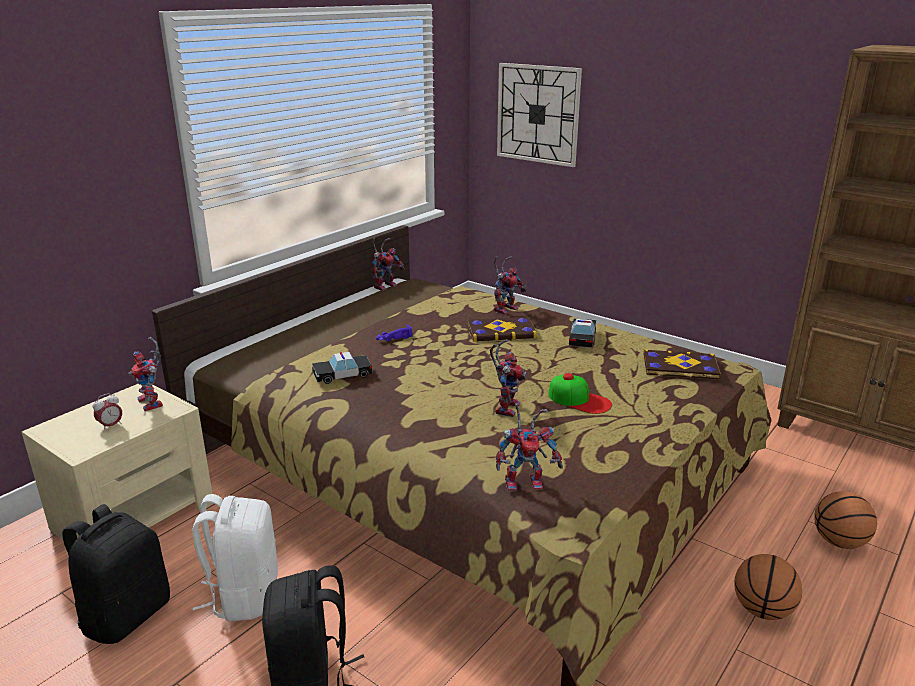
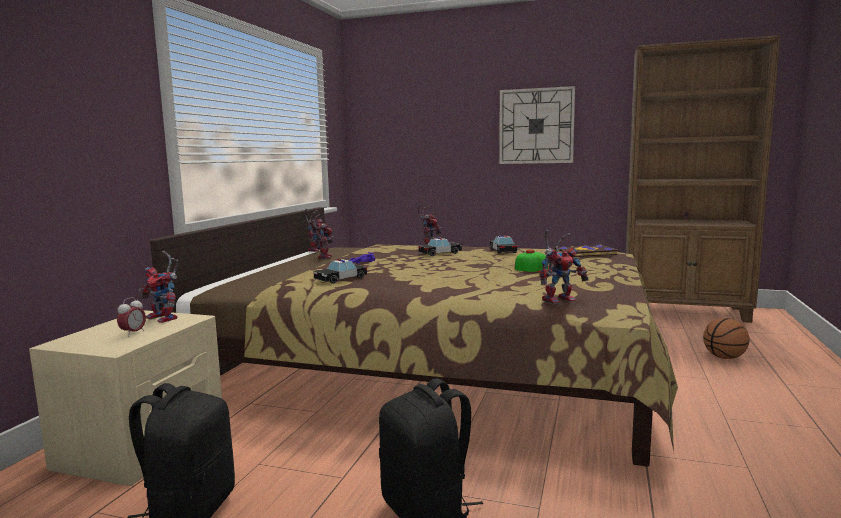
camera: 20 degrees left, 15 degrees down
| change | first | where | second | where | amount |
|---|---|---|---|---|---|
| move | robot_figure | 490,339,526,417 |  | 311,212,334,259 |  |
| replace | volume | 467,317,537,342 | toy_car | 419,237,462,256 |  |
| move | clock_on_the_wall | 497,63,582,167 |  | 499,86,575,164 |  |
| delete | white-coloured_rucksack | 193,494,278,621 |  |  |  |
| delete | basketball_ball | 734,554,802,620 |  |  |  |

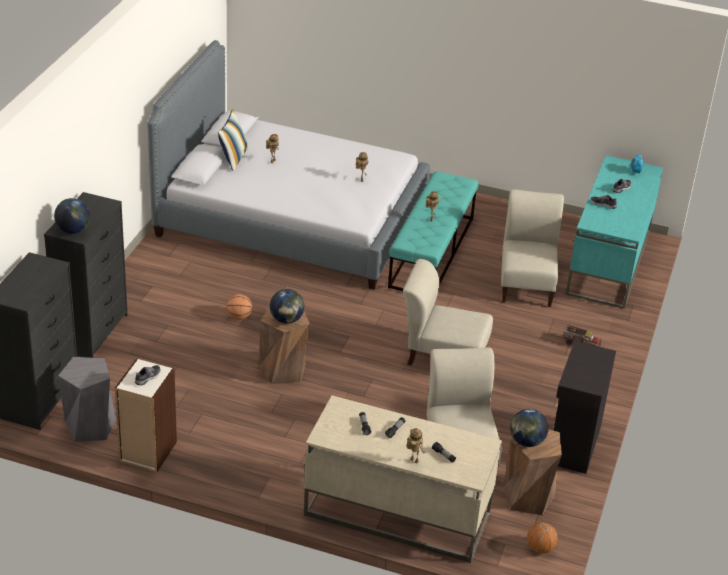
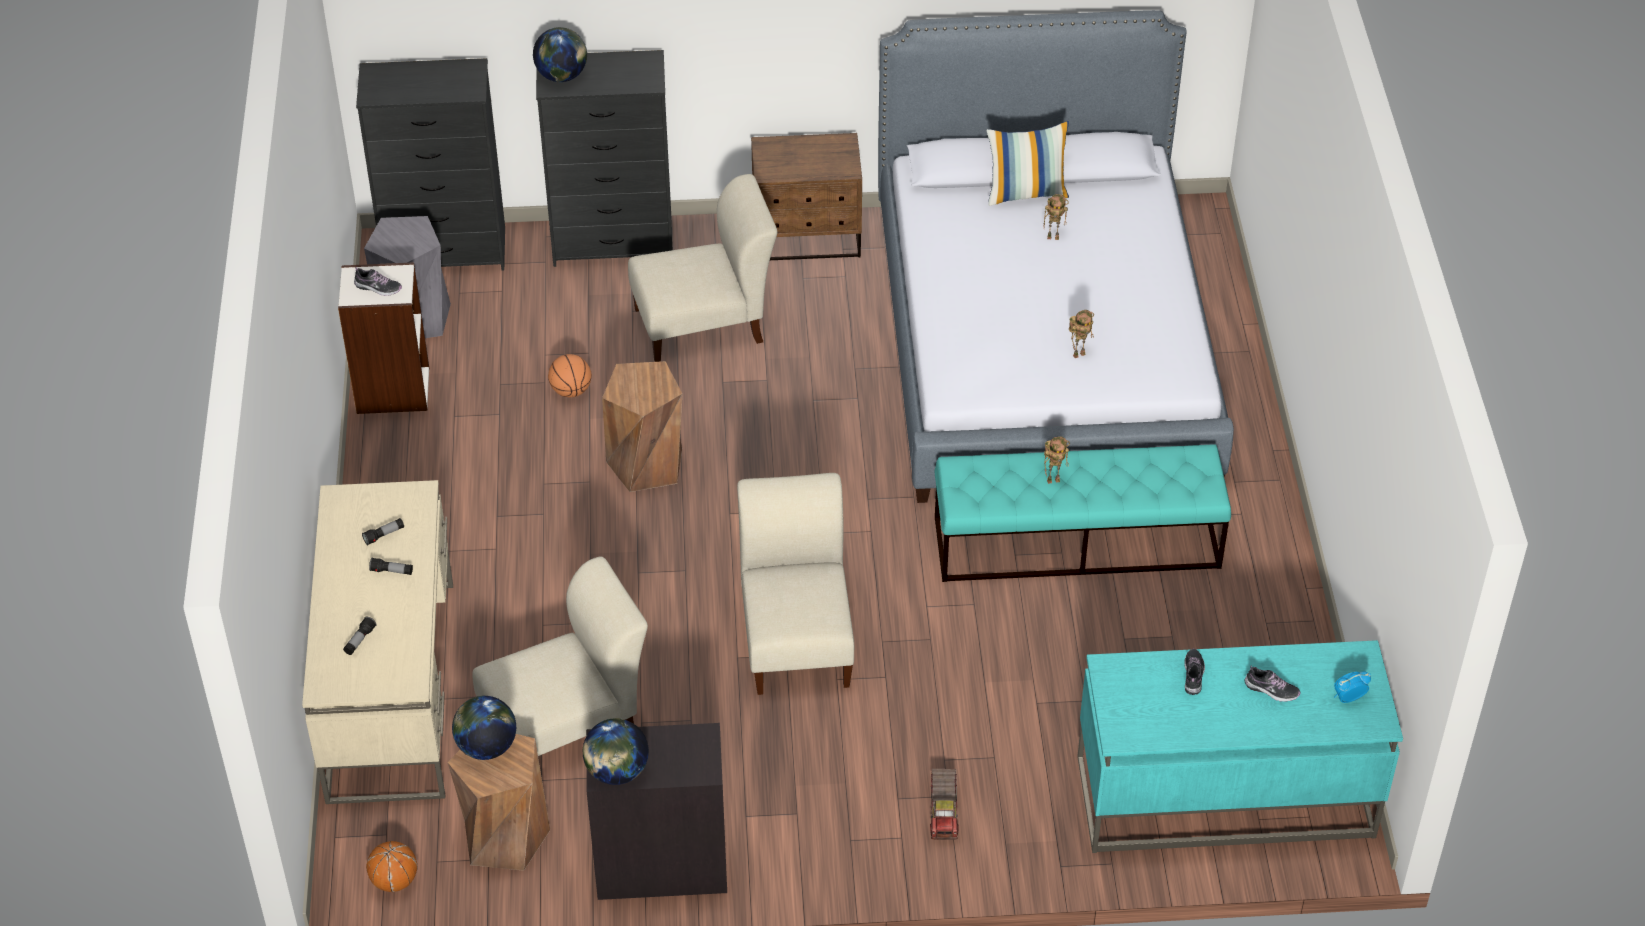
camera: 70 degrees right, 10 degrees up
| change | first | where | second | where | amount |
|---|---|---|---|---|---|
| move | basketball_ball | 226,294,252,320 |  | 548,354,592,397 |  |
| move | desk_globe | 270,289,304,324 |  | 583,718,649,785 |  |
| move | beige-coloured_chair | 501,189,564,307 |  | 628,174,778,362 |  |
| insert |  |  | brown_bedside_table | 751,133,862,260 |  |
| delete | robot_figure | 406,428,425,464 |  |  |  |

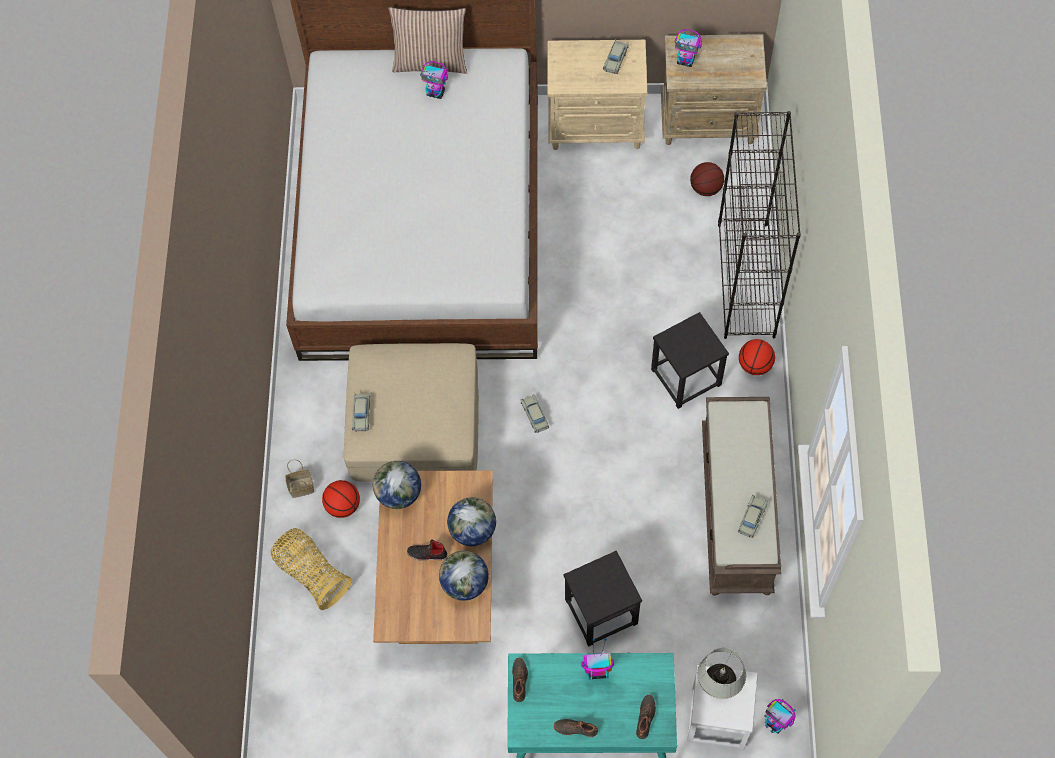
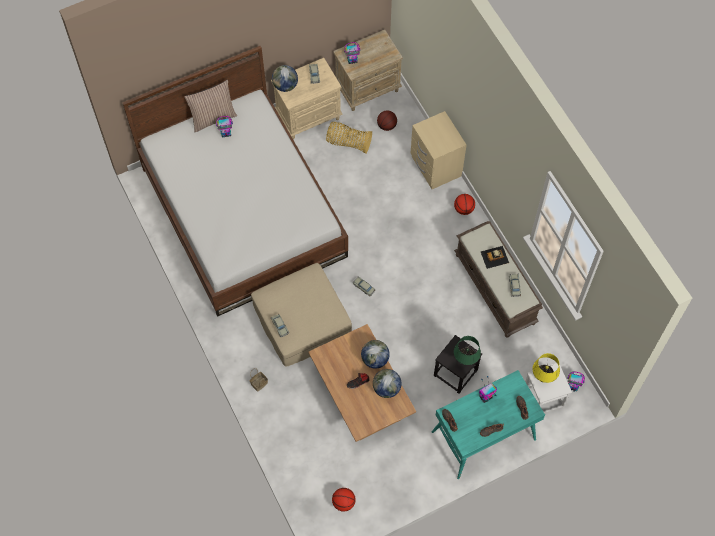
camera: 30 degrees left, 0 degrees up
| change | first | where | second | where | amount |
|---|---|---|---|---|---|
| move | desk_globe | 373,461,421,509 |  | 272,65,298,92 |  |
| move | household_basket | 271,528,352,610 |  | 326,122,372,154 |  |
| move | basketball_ball | 322,480,360,518 |  | 332,488,356,512 |  |
| replace | black-coloured_bookcase | 718,111,801,339 | beige-coloured_bedside_table | 411,111,466,189 |  |
| insert |  |  | greenish_table_lamp | 454,336,481,365 |  |
| insert |  |  | toy_car | 481,246,509,269 |  |
| recolor | white-coloured_table_lamp | 697,647,746,699 | yellow_table_lamp | 532,353,560,383 |  |
| delete | black-coloured_stool_seat | 651,312,729,409 |  |  |  |

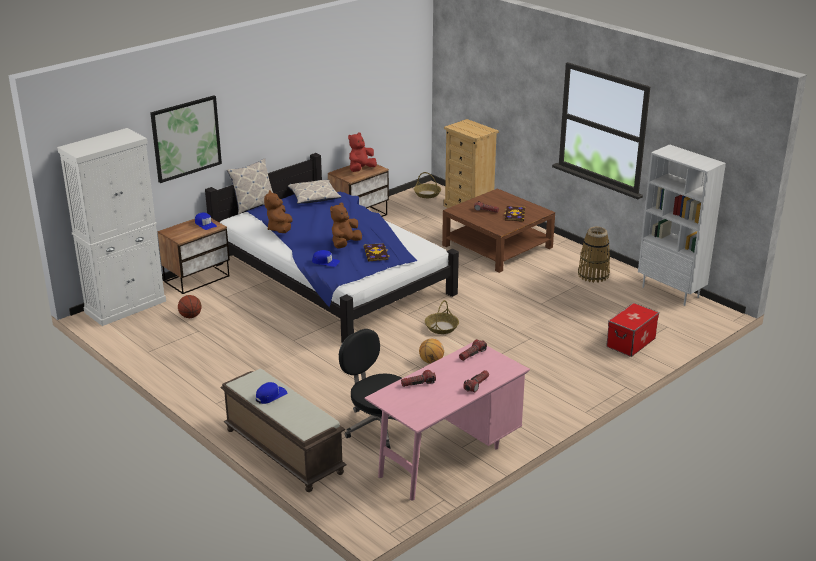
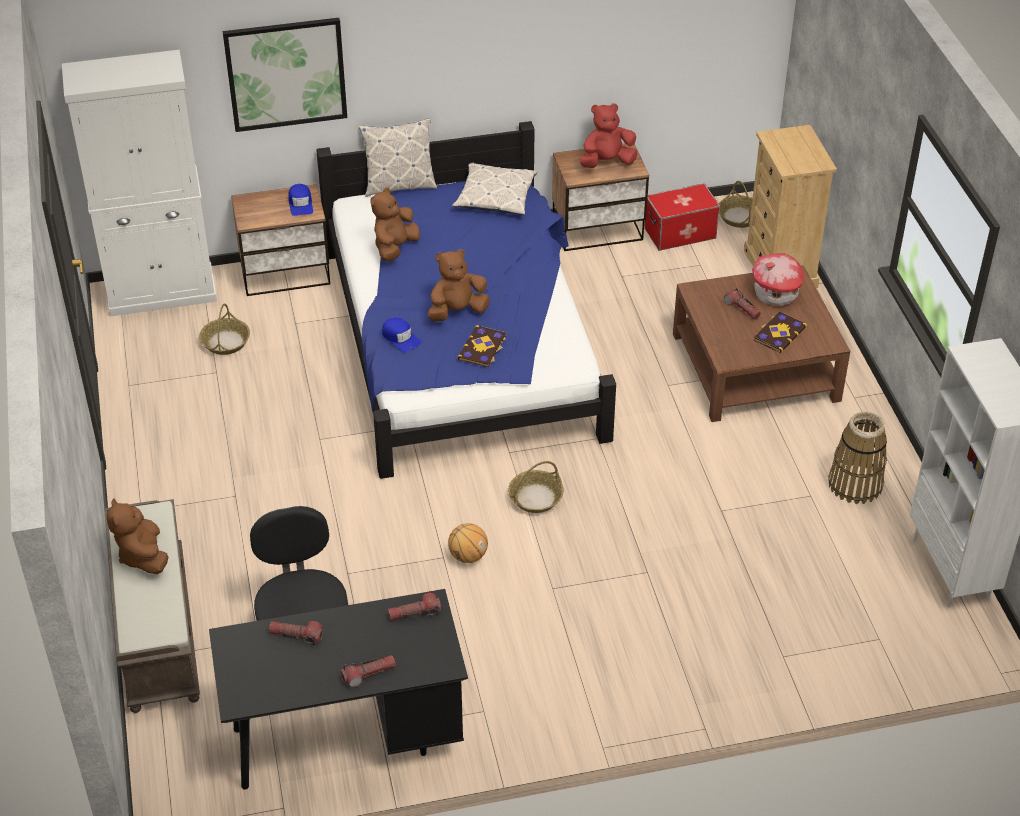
camera: 30 degrees right, 15 degrees up
| change | first | where | second | where | amount |
|---|---|---|---|---|---|
| replace | bluish_peaked_cap | 256,382,287,404 | brown_cuddly_toy | 107,498,168,574 |  |
| replace | basketball_ball | 178,295,202,318 | household_basket | 199,304,250,355 |  |
| recolor | pink_desk_table | 364,342,530,501 | black-coloured_desk_table | 209,589,468,790 |  |
| move | storage_container | 606,303,659,357 |  | 644,183,720,251 |  |
| insert |  |  | miniature_house | 752,253,804,306 |  |

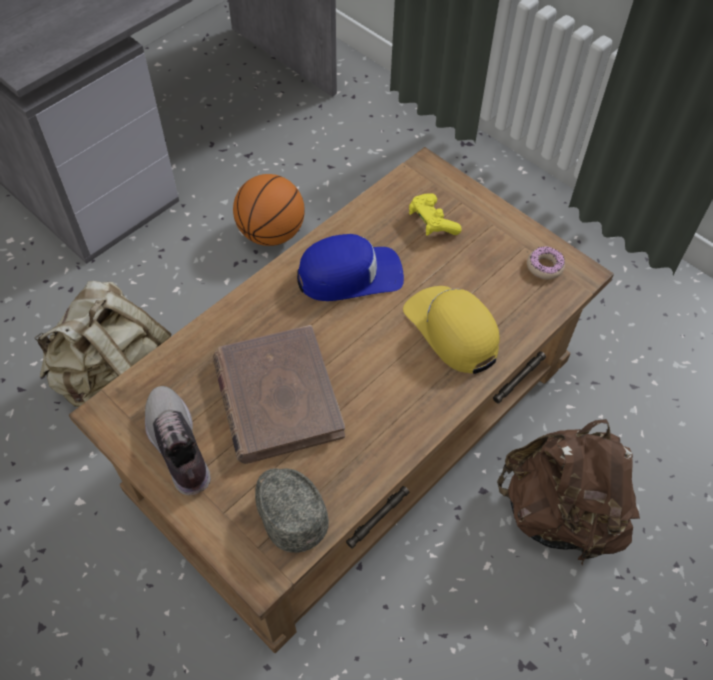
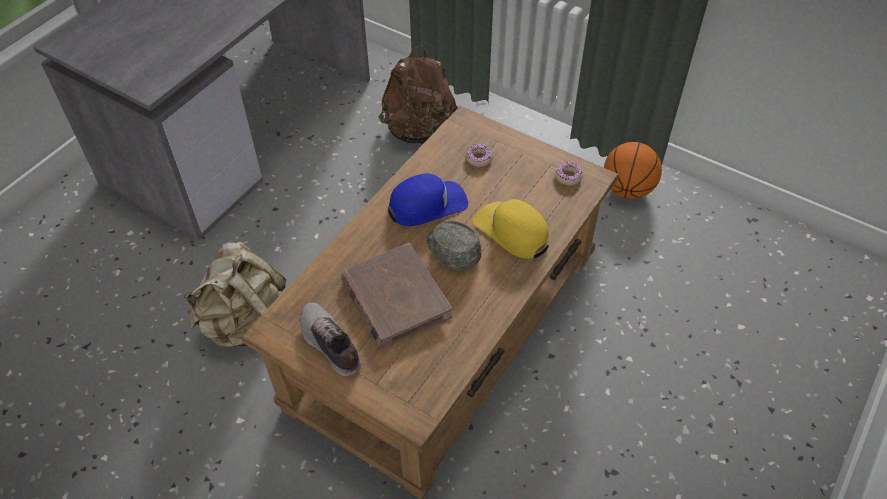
camera: 10 degrees left, 5 degrees down
| change | first | where | second | where | amount |
|---|---|---|---|---|---|
| move | brown_rucksack | 497,419,640,566 |  | 378,45,458,144 |  |
| move | greyish_peaked_cap | 255,468,329,553 |  | 426,221,481,270 |  |
| replace | yellow_gamepad | 409,193,462,236 | ring_doughnut | 466,144,493,167 |  |
| move | basketball_ball | 233,174,305,246 |  | 604,142,662,199 |  |

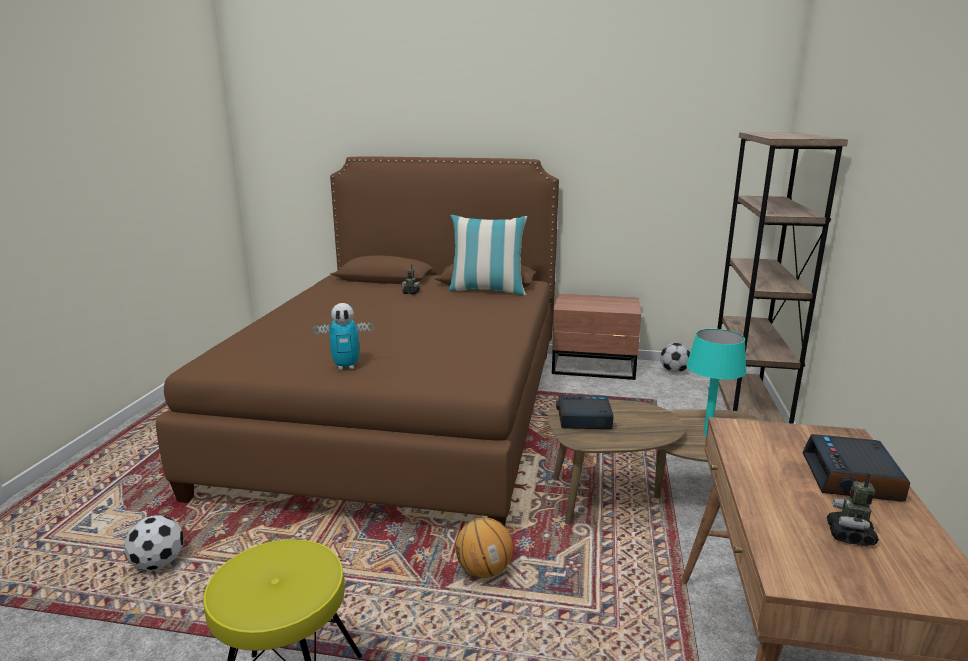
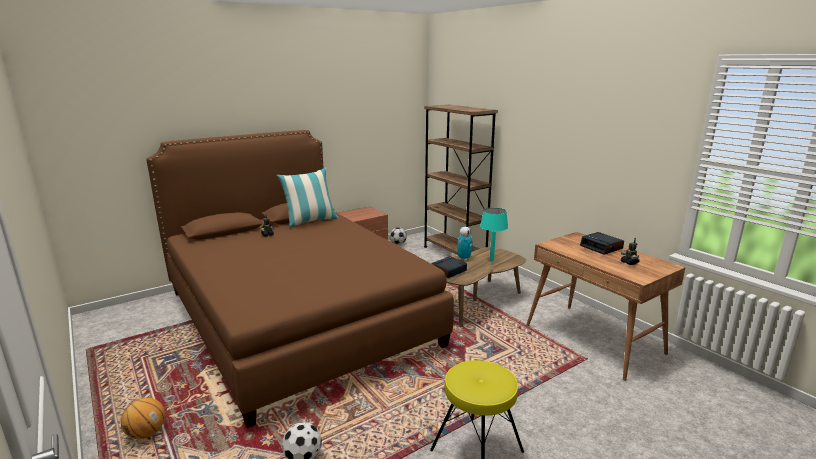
camera: 45 degrees left, 0 degrees up
| change | first | where | second | where | amount |
|---|---|---|---|---|---|
| move | basketball_ball | 455,518,513,578 |  | 121,397,165,439 |  |
| move | robot_figure | 314,303,374,370 |  | 457,227,473,261 |  |

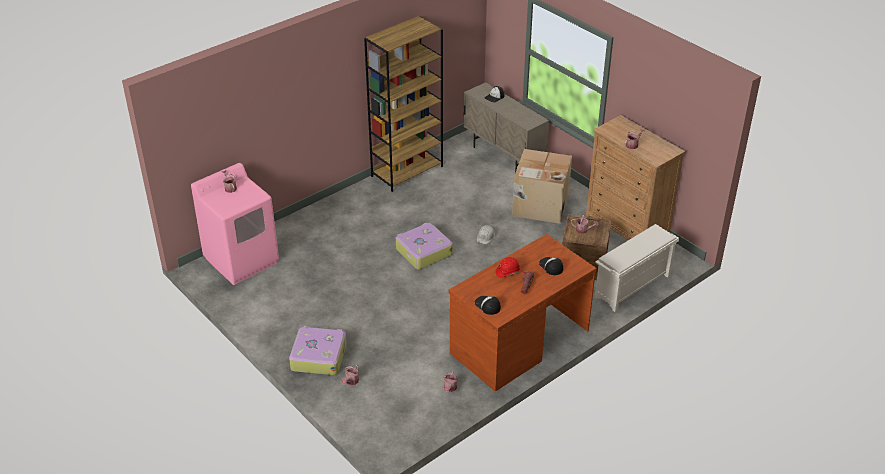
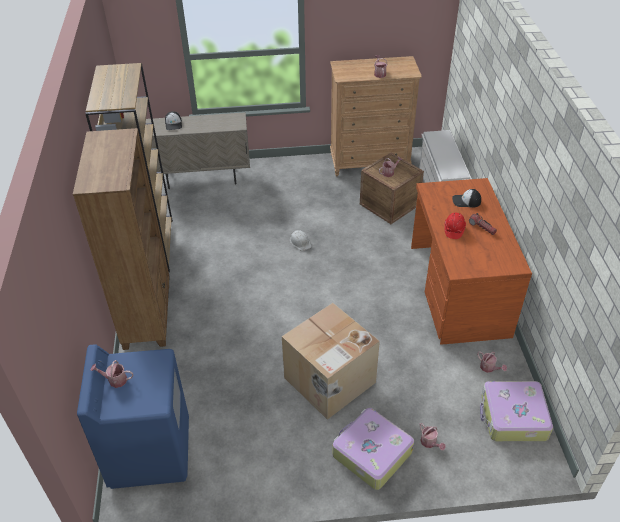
camera: 55 degrees left, 5 degrees up
| change | first | where | second | where | amount |
|---|---|---|---|---|---|
| insert |  |  | brown_bookcase | 73,128,170,350 |  |
| recolor | pink_washing_machine | 191,163,279,285 | bluish_washing_machine | 77,344,189,489 |  |
| move | cardboard_box | 512,149,572,224 |  | 282,303,380,420 |  |
| move | piece_of_luggage | 396,223,453,270 |  | 480,381,553,441 |  |
| delete | peaked_cap | 475,296,501,315 |  |  |  |

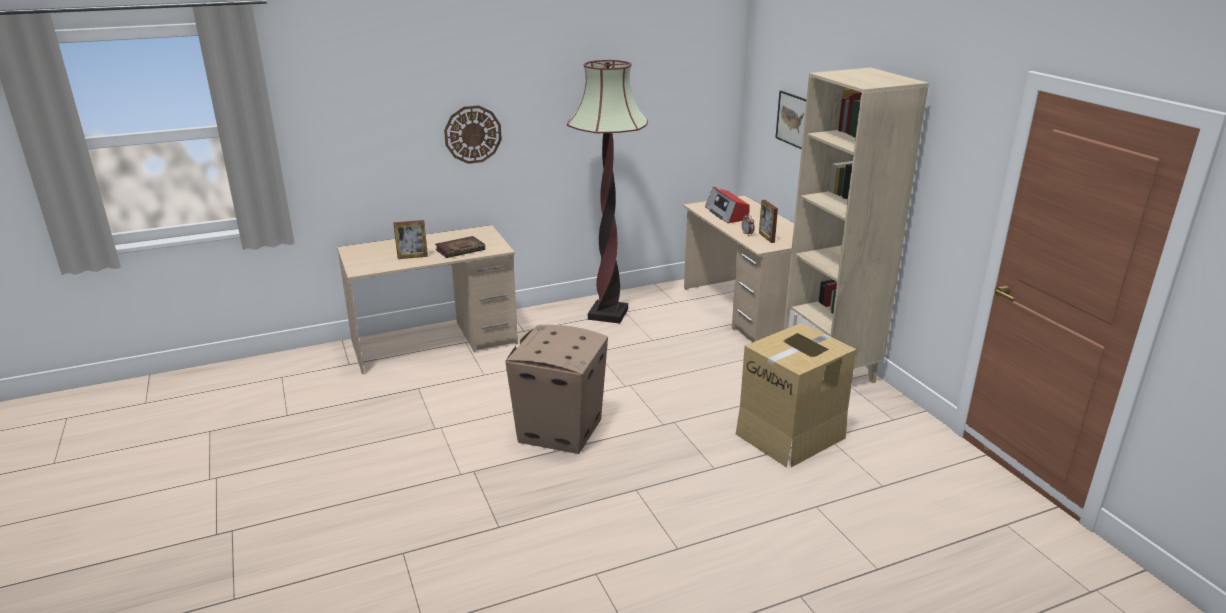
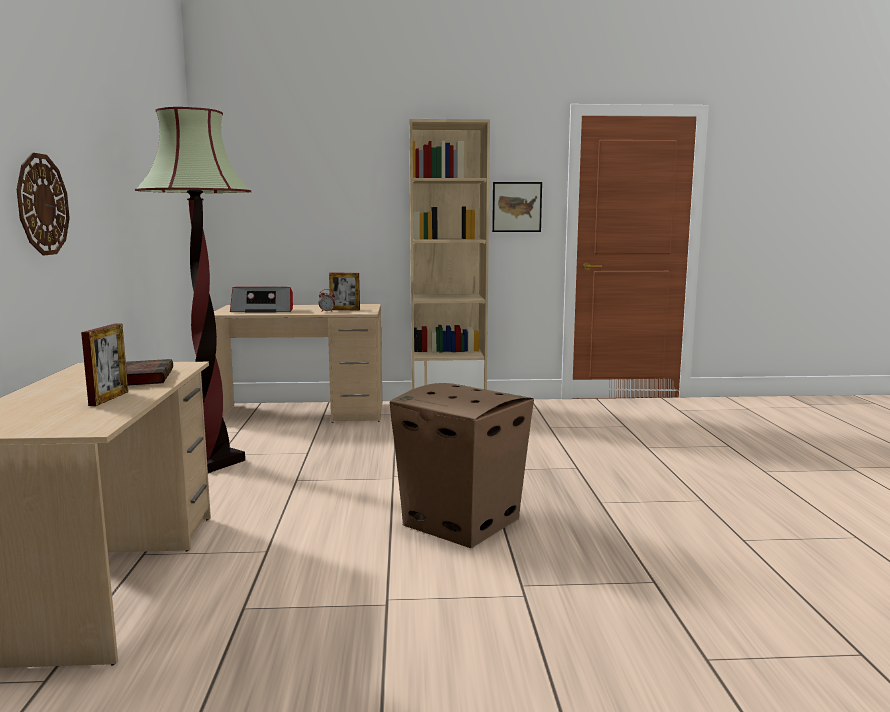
camera: 70 degrees left, 15 degrees down
| change | first | where | second | where | amount |
|---|---|---|---|---|---|
| move | wall_art | 775,91,806,149 |  | 492,182,542,232 |  |
| delete | cardboard_box | 736,323,857,468 |  |  |  |

